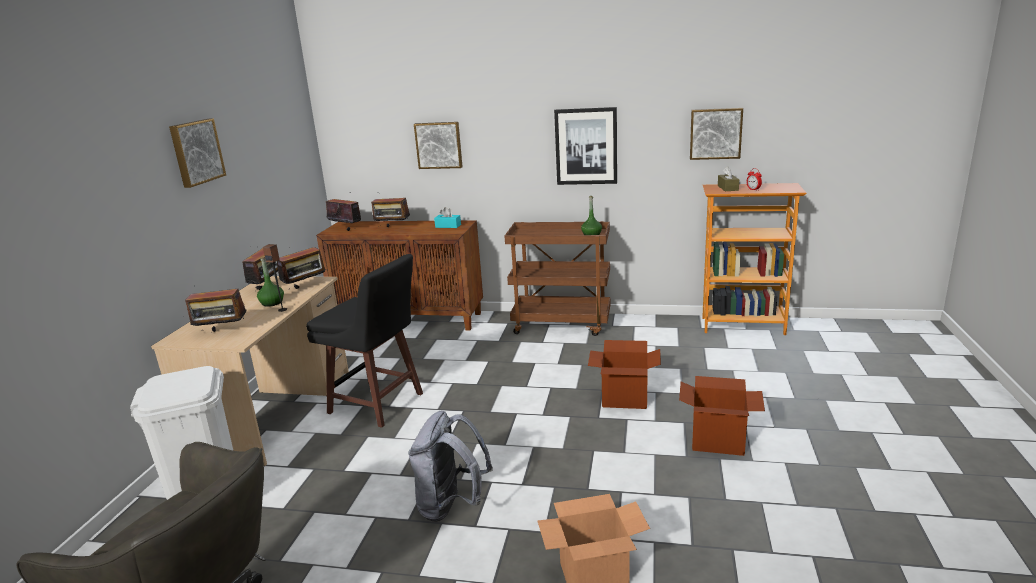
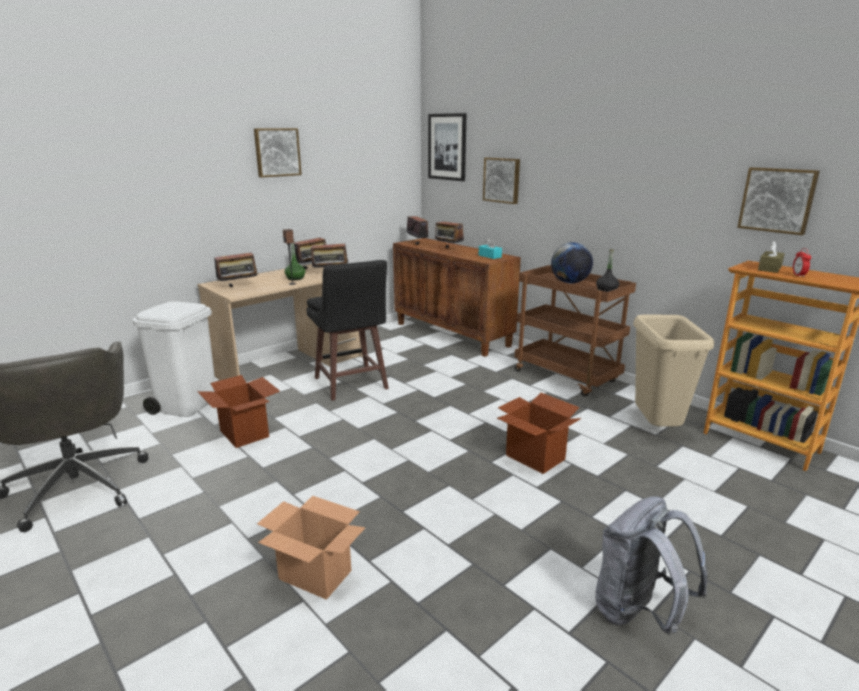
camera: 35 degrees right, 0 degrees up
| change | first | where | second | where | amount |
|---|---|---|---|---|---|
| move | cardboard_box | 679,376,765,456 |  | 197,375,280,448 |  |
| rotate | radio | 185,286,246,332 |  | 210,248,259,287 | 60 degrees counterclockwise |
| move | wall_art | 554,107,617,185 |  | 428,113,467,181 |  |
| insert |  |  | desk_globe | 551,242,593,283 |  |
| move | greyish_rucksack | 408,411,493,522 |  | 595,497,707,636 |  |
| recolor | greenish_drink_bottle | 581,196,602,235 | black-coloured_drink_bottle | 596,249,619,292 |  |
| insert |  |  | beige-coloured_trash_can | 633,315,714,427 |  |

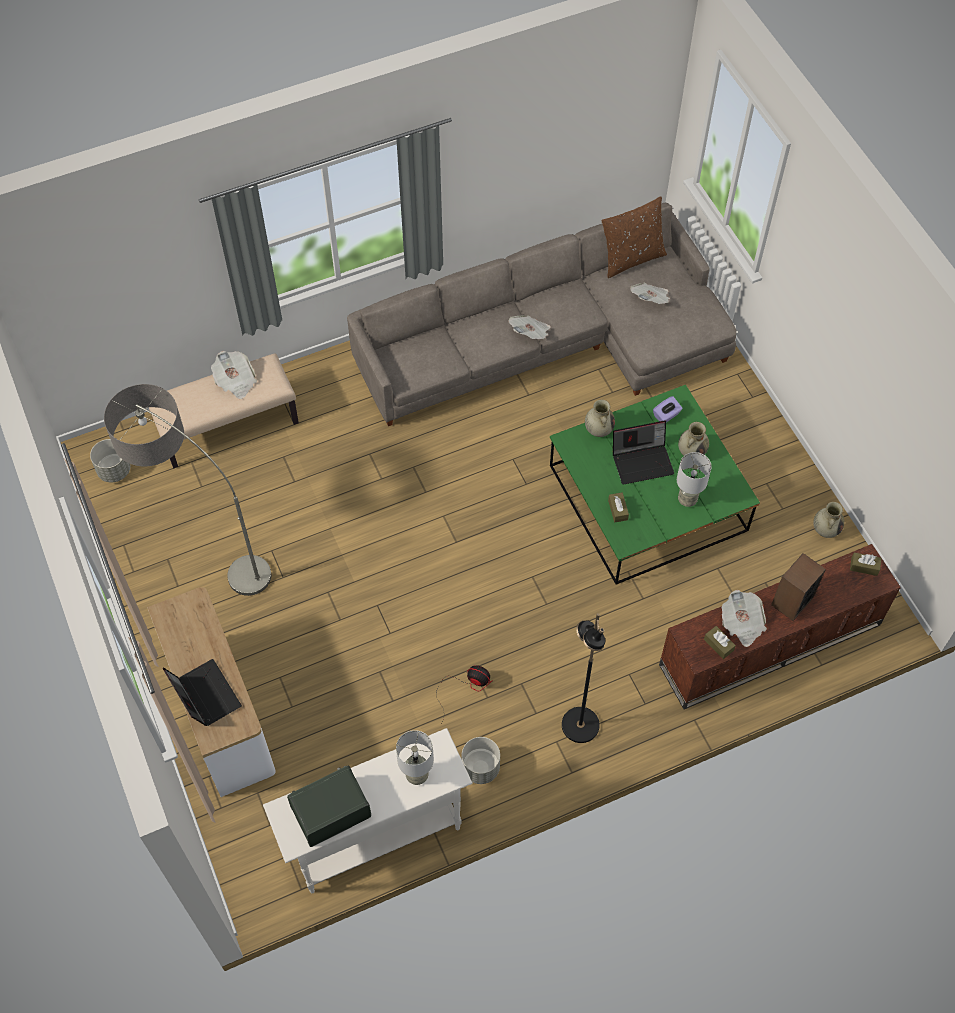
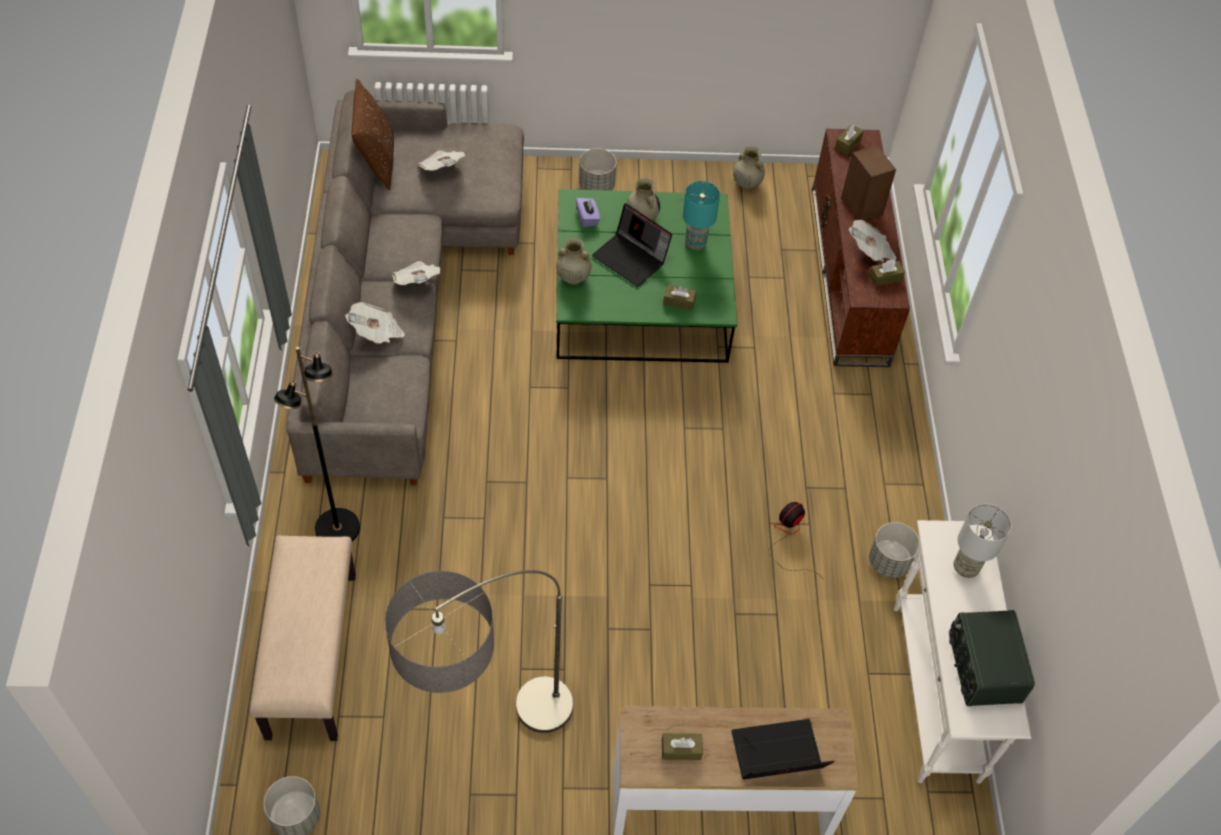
camera: 70 degrees left, 5 degrees down
| change | first | where | second | where | amount |
|---|---|---|---|---|---|
| move | black-coloured_standard_lamp | 562,613,605,743 |  | 274,347,360,542 |  |
| move | daily_paper | 211,351,257,399 |  | 345,302,405,344 |  |
| insert |  |  | greyish_plant_pot | 579,148,617,191 |  |
| rotate | portable_computer | 613,420,674,485 |  | 592,204,672,287 | 120 degrees clockwise |
| insert |  |  | brown_tissue_holder | 662,733,703,760 |  |
| recolor | greyish_table_lamp | 677,452,712,507 | blue-green_table_lamp | 683,181,720,250 |  |

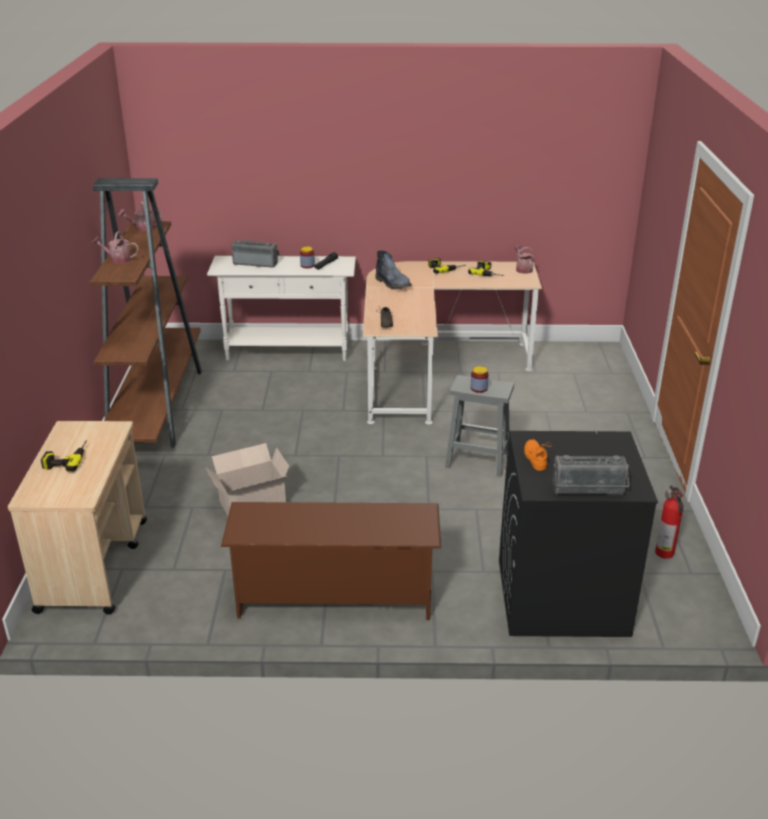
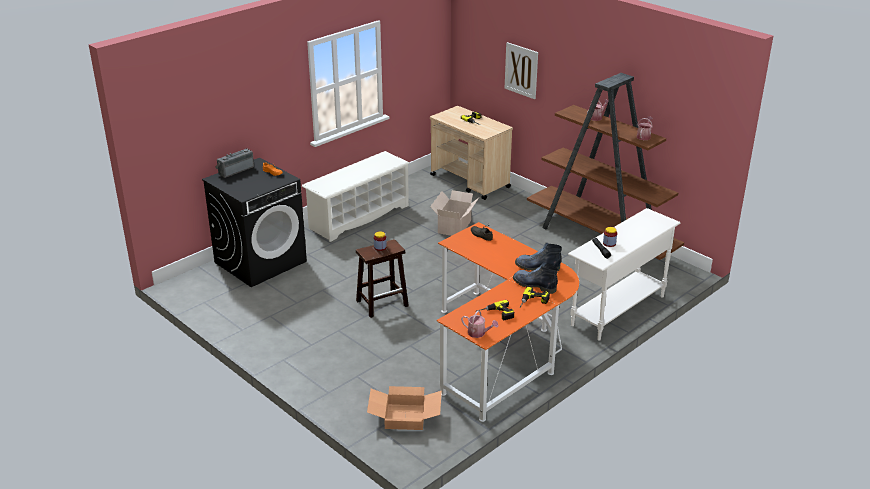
camera: 135 degrees right, 0 degrees up
| change | first | where | second | where | amount |
|---|---|---|---|---|---|
| recolor | brown_shoe_rack | 221,502,441,620 | white-coloured_shoe_rack | 302,151,410,242 |  |
| recolor | greyish_stool_seat | 445,375,514,477 | brown_stool_seat | 356,239,409,318 |  |
| insert |  |  | cardboard_box | 367,386,442,430 |  |
| recolor | beige-coloured_desk_table | 363,261,542,424 | orange-coloured_desk_table | 437,222,579,422 |  |
| insert |  |  | wall_art | 505,42,538,99 |  |
| insert |  |  | boot | 513,262,558,294 |  |
| delete | radio | 231,239,279,268 |  |  |  |
| delete | extinguisher | 655,485,684,559 |  |  |  |

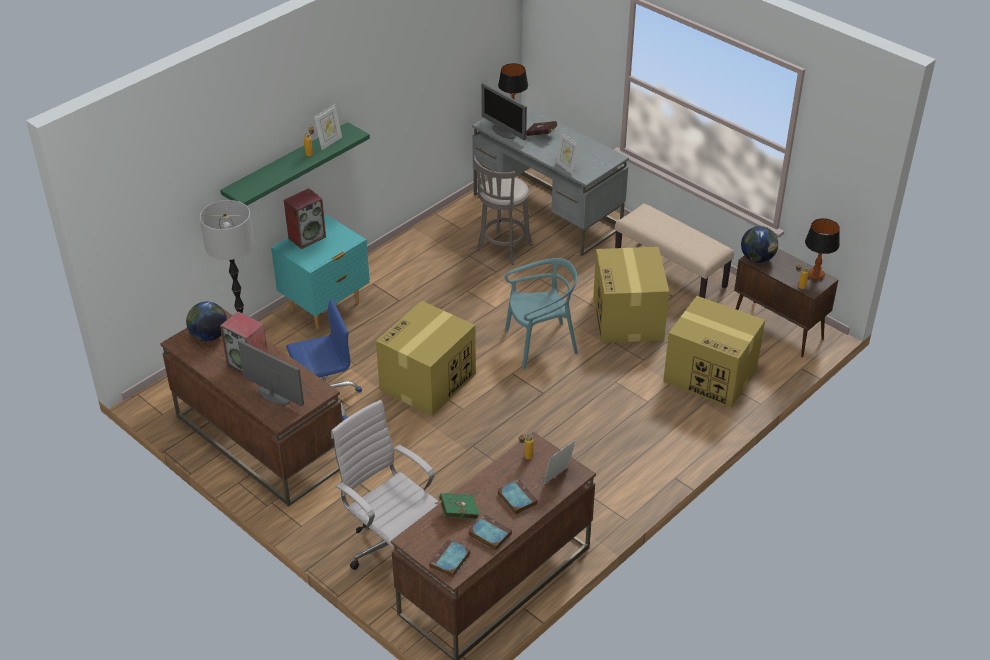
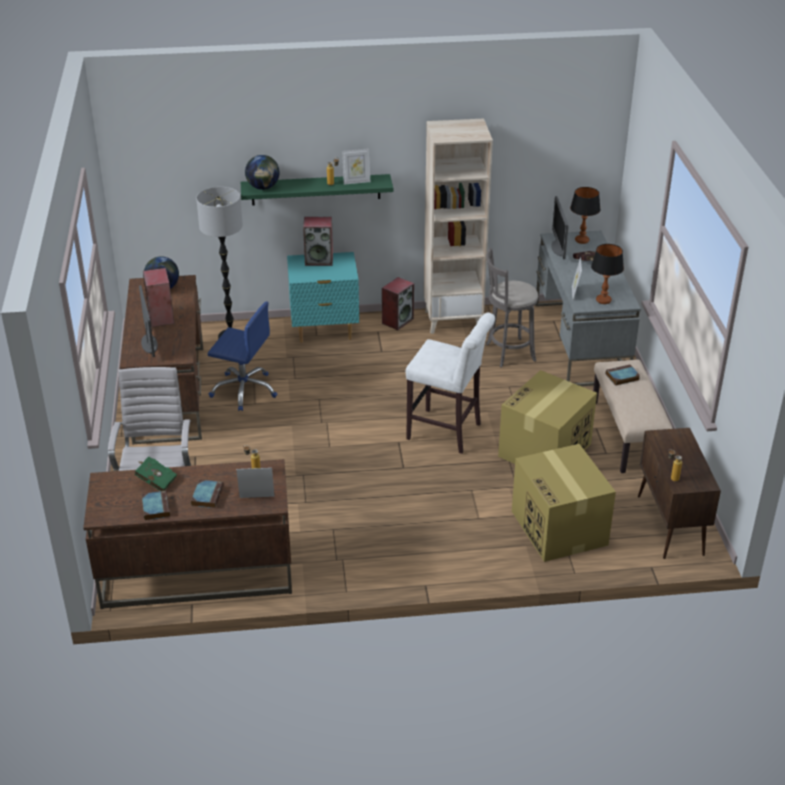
camera: 40 degrees right, 5 degrees down
| change | first | where | second | where | amount |
|---|---|---|---|---|---|
| move | desk_globe | 741,226,778,263 |  | 245,155,280,190 |  |
| insert |  |  | loudspeaker | 382,277,414,330 |  |
| replace | blue-green_chair | 505,258,578,369 | white-coloured_stool_seat | 406,313,495,454 |  |
| insert |  |  | beige-coloured_bookcase | 424,118,493,334 |  |
| move | table_lamp | 805,218,840,280 |  | 591,244,624,304 |  |
| move | volume | 429,539,470,578 |  | 606,364,640,386 |  |
| delete | cardboard_box | 376,301,476,416 |  |  |  |

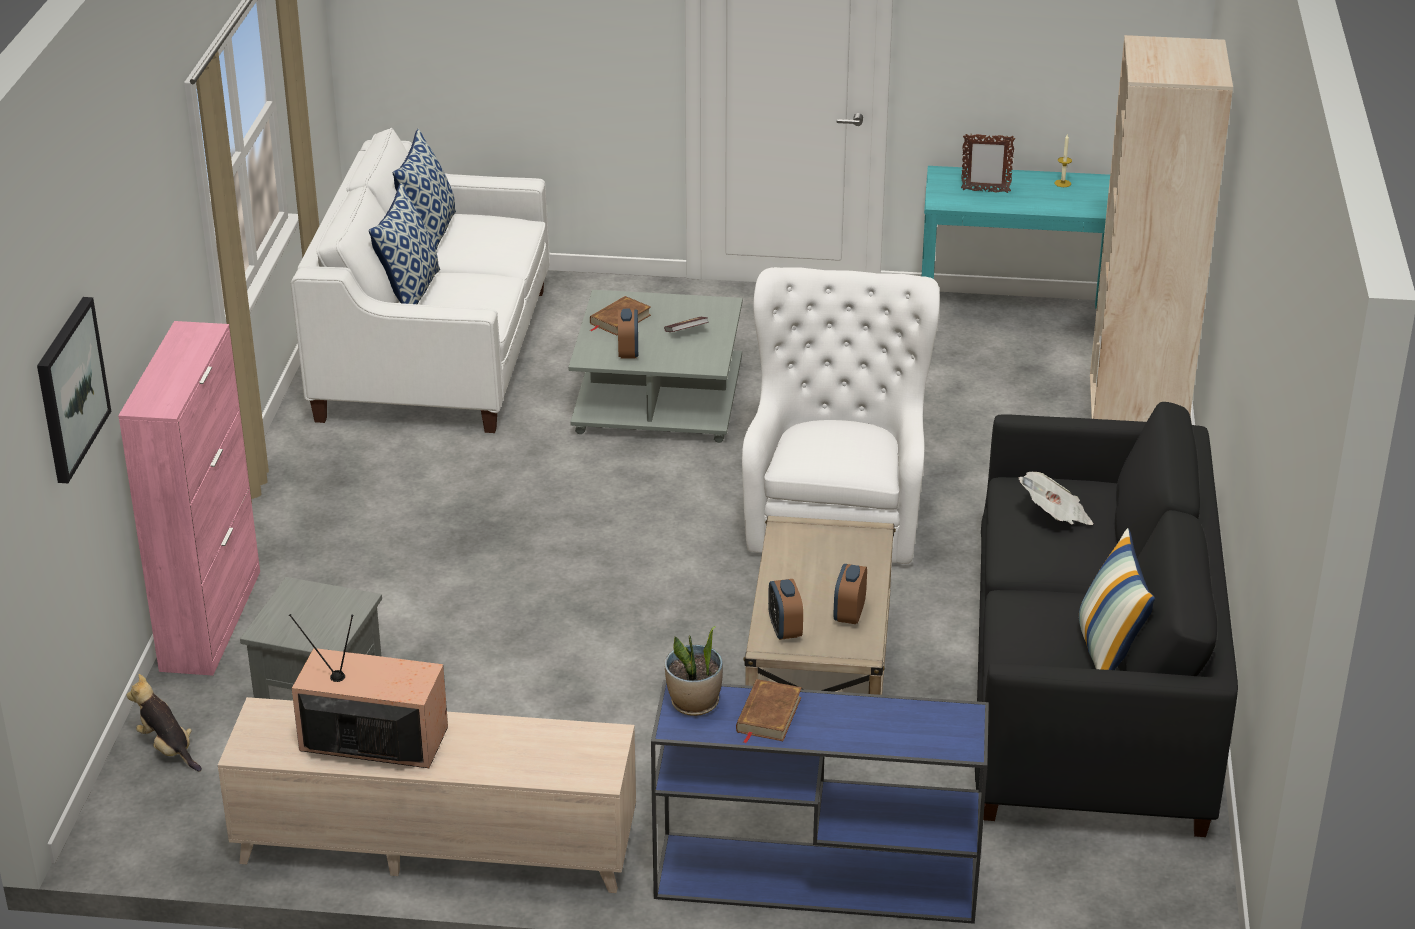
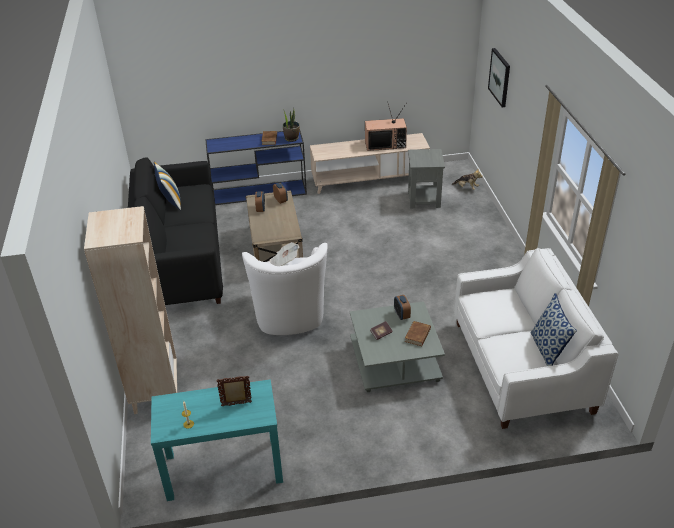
camera: 165 degrees right, 5 degrees up
| change | first | where | second | where | amount |
|---|---|---|---|---|---|
| move | daily_paper | 1019,472,1094,525 |  | 269,242,299,266 |  |
| delete | pink_cupboard | 118,321,260,676 |  |  |  |
| delete | throw_pillow | 369,183,440,304 |  |  |  |

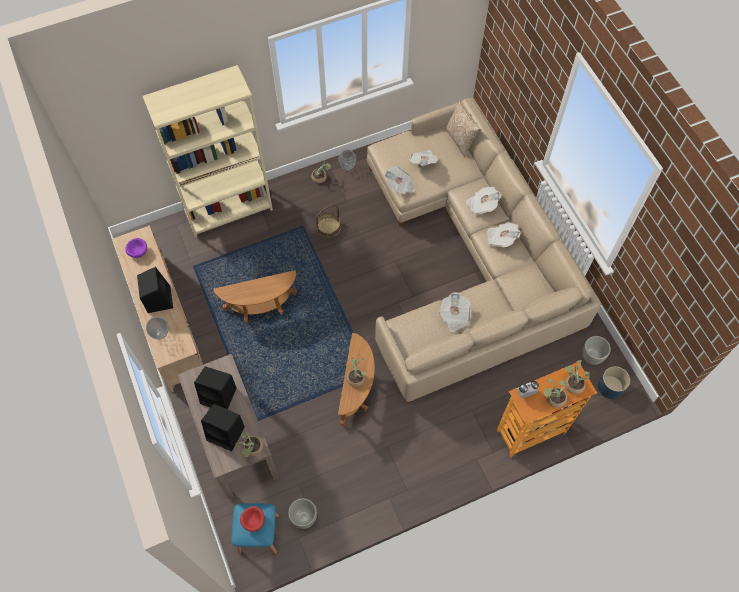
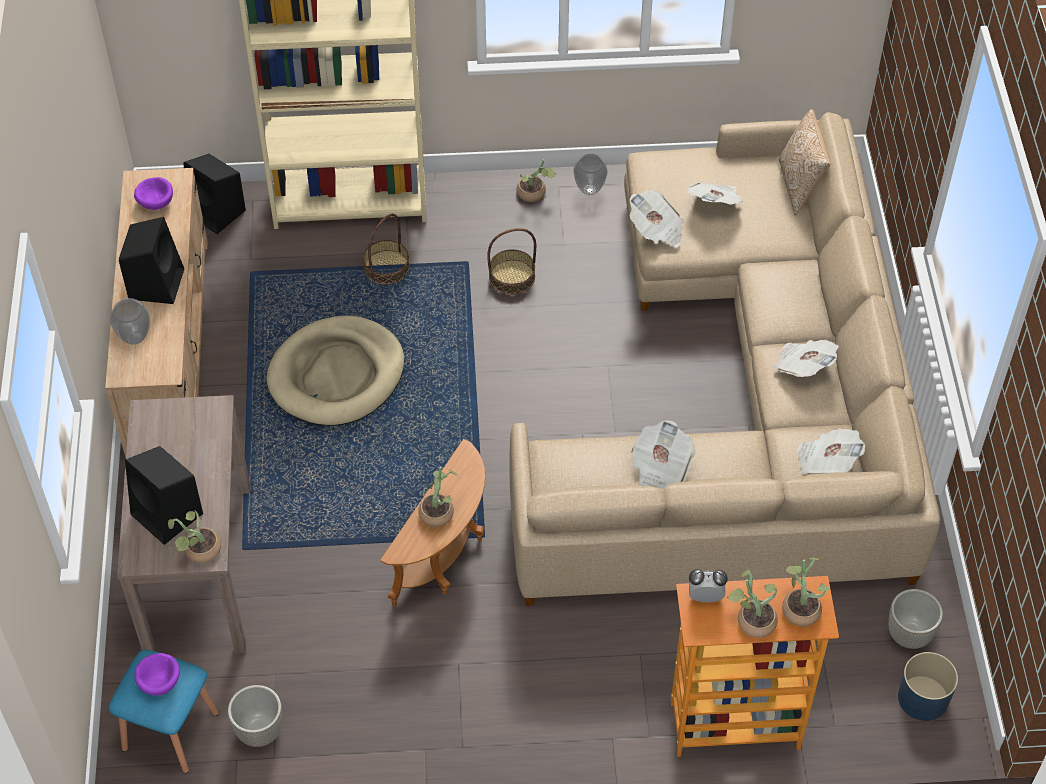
camera: 20 degrees right, 10 degrees down
| change | first | where | second | where | amount |
|---|---|---|---|---|---|
| recolor | reddish_deep_dish | 240,506,265,532 | purple_deep_dish | 134,653,180,695 |  |
| move | black-coloured_loudspeaker | 194,366,237,410 |  | 183,154,246,234 |  |
| replace | brown_side_table | 214,270,297,324 | beige-coloured_dog_bed | 266,315,404,426 |  |
| insert |  |  | household_basket | 363,214,409,284 |  |
| move | daily_paper | 466,187,501,215 |  | 797,428,865,475 |  |

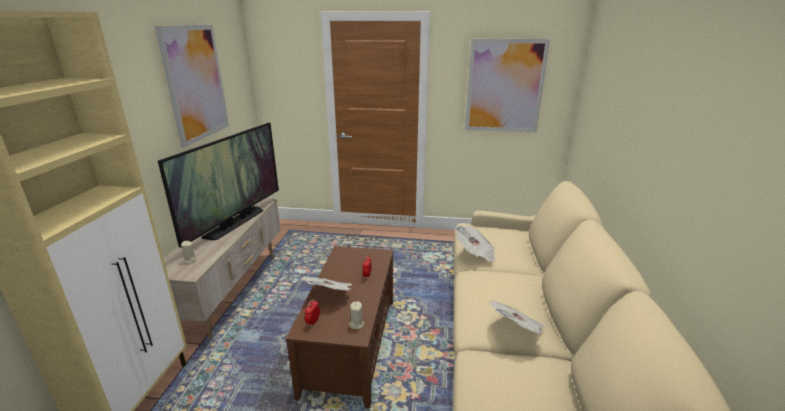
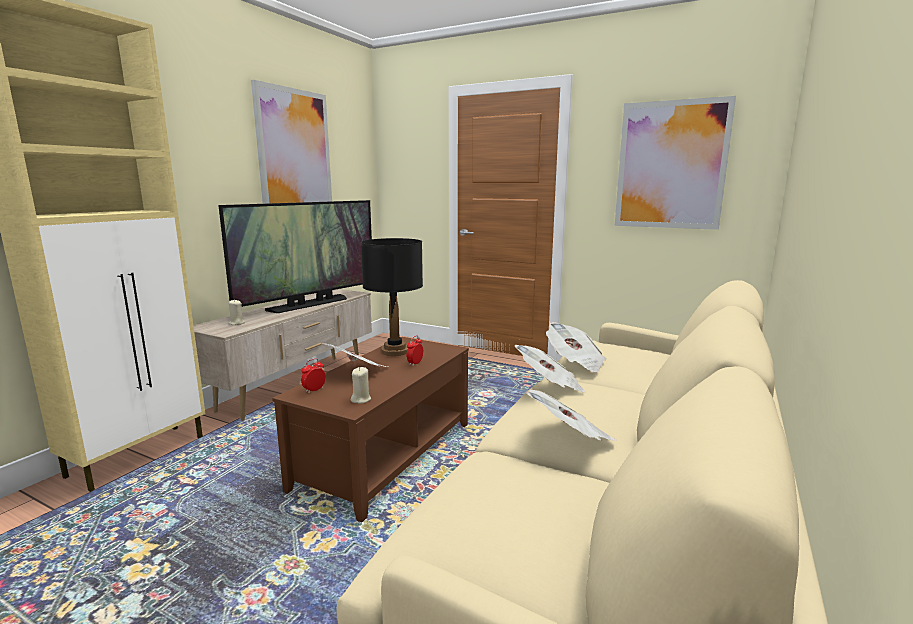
camera: 20 degrees right, 10 degrees down
| change | first | where | second | where | amount |
|---|---|---|---|---|---|
| insert |  |  | black-coloured_table_lamp | 361,238,423,356 |  |
| insert |  |  | daily_paper | 515,345,586,393 |  |

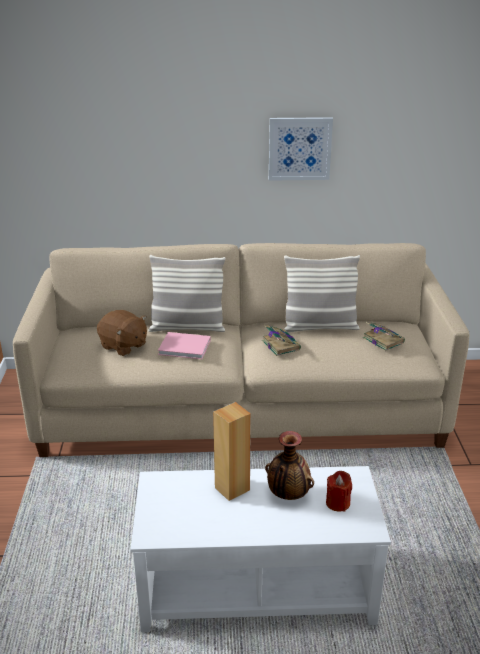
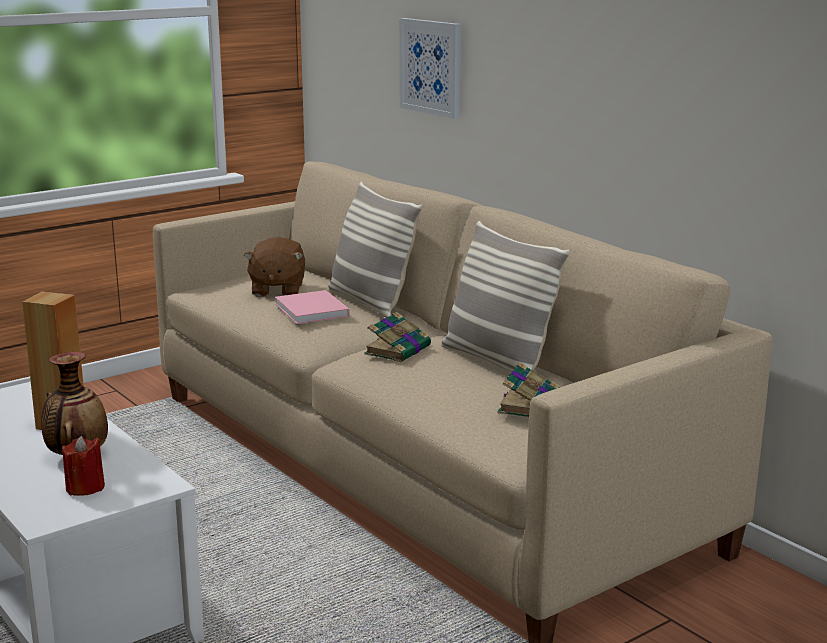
camera: 55 degrees right, 10 degrees down
| change | first | where | second | where | amount |
|---|---|---|---|---|---|
| move | wall_art | 269,117,333,181 |  | 399,18,461,119 |  |

